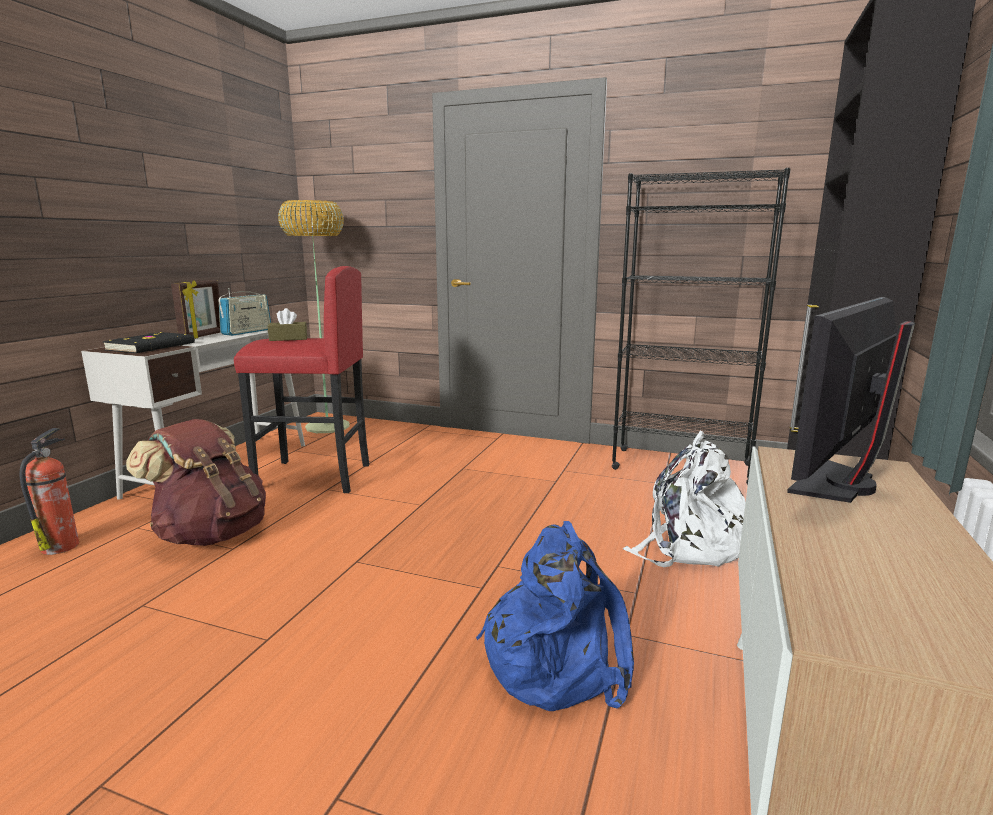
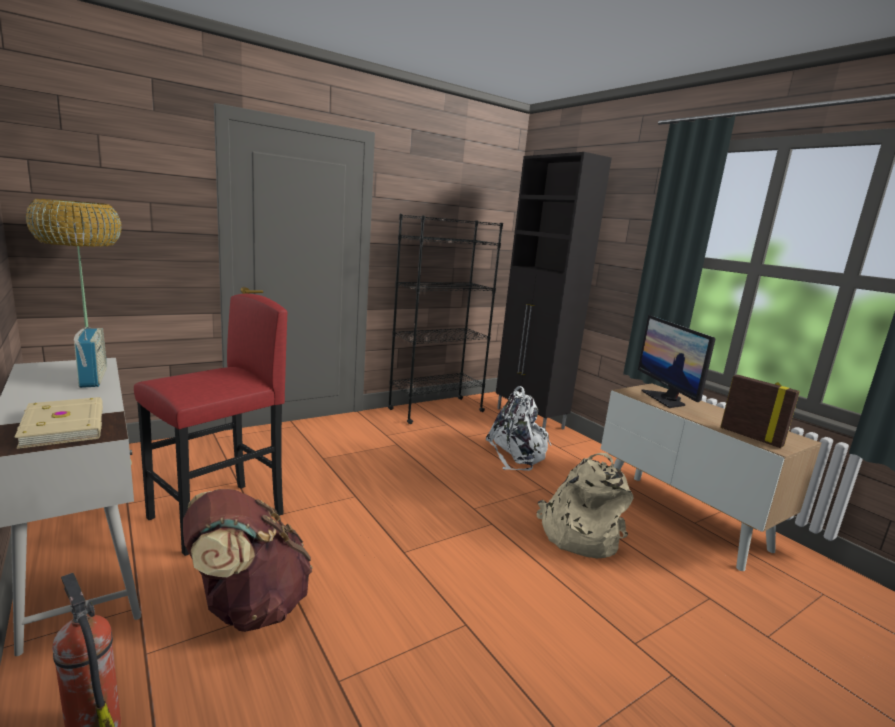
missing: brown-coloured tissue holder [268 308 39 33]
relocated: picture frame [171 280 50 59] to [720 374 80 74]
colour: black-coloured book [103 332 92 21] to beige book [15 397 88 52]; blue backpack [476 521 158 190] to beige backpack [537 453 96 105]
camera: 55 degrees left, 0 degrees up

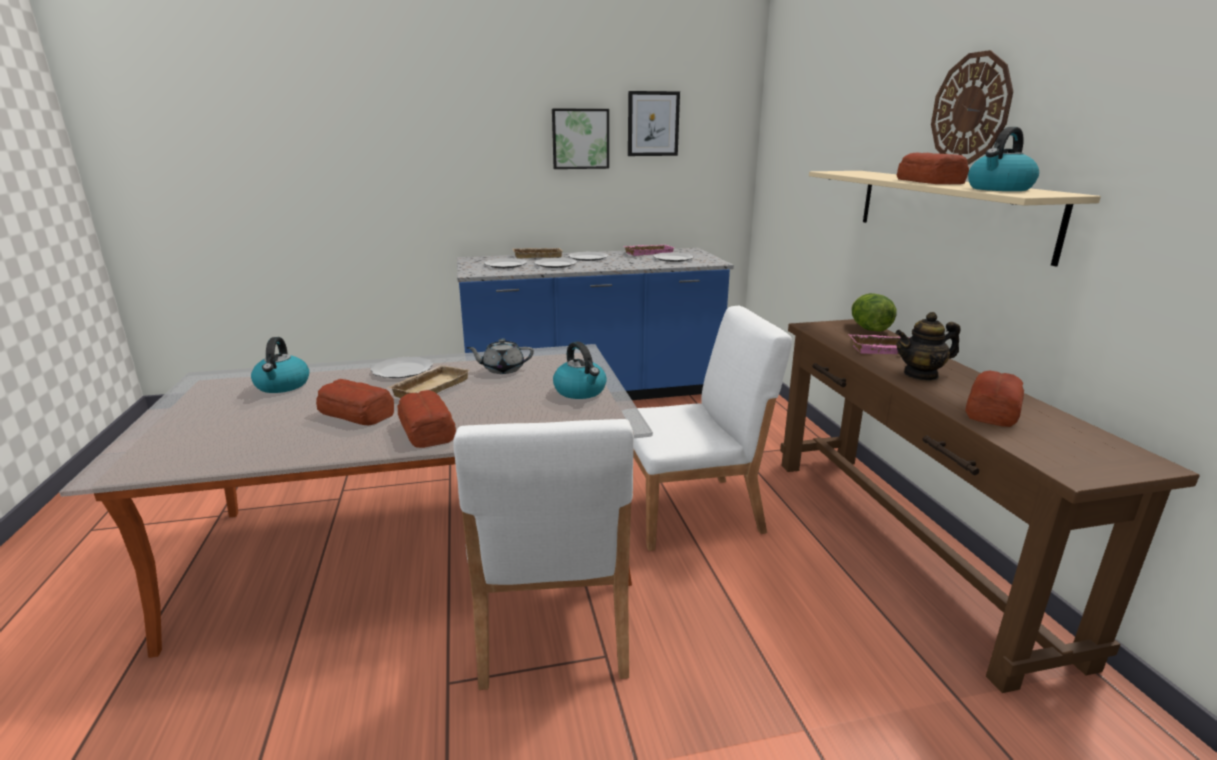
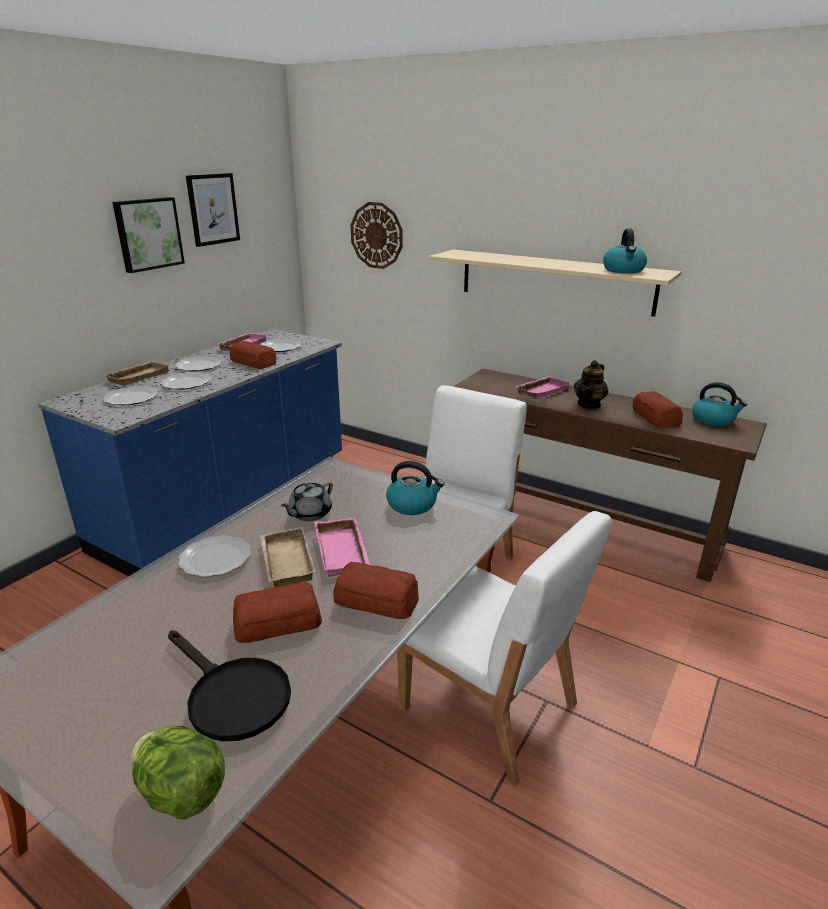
appeared: black-coloured frying pan [168 630 123 111]; pinkish serving tray [314 517 56 60]
relocated: kettle [251 337 58 56] to [692 382 55 45]; lettuce [851 293 45 39] to [131 726 94 94]; baked bread [897 152 72 32] to [230 341 46 28]; hanging clock [931 50 82 114] to [351 202 52 67]
camera: 45 degrees left, 5 degrees up

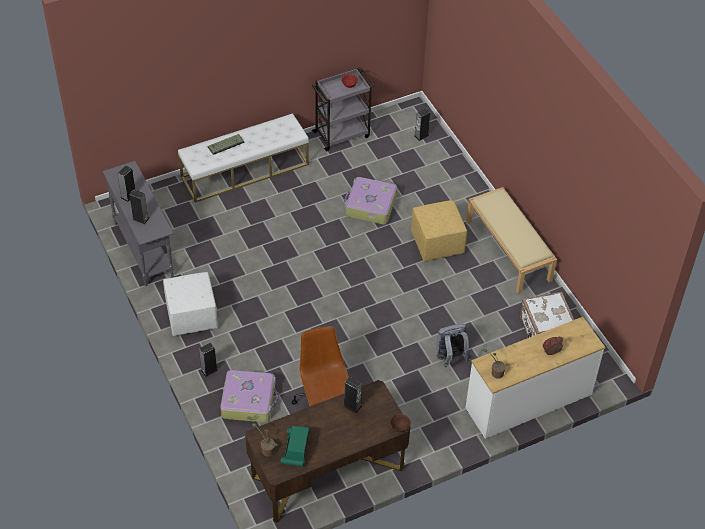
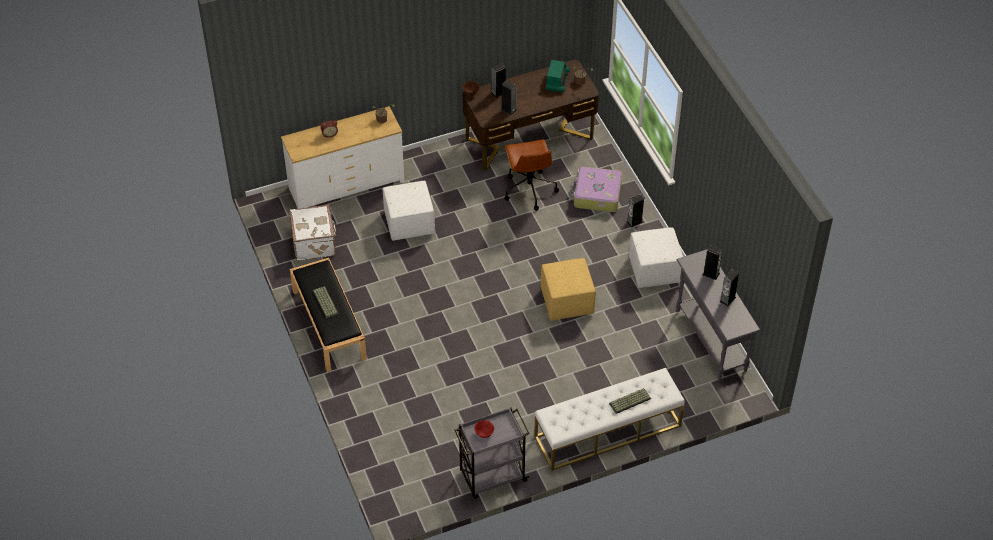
missing: travel case [344 177 53 47]
appeared: keyboard [313 286 26 32]
relocated: yellow-coloured pouffe [411 200 56 61] to [541 258 55 63]; audio speaker [414 108 16 33] to [490 63 16 35]
exchanged: grey backpack [436 324 35 43] to white-coloured pouffe [383 181 52 60]
colour: beige indoor bench [466 187 91 107] to black-coloured indoor bench [290 258 77 114]
camera: 175 degrees left, 0 degrees up

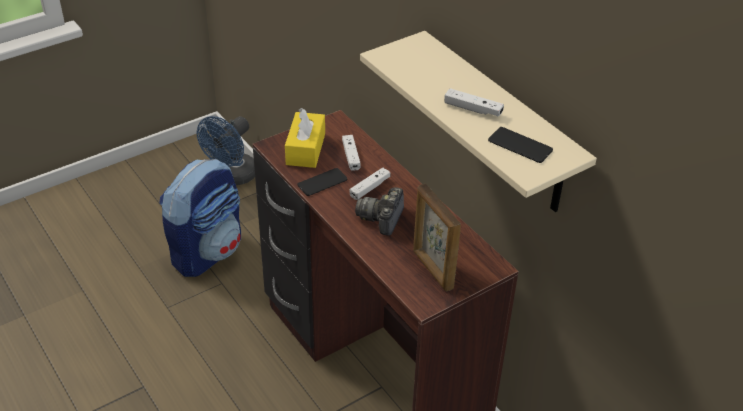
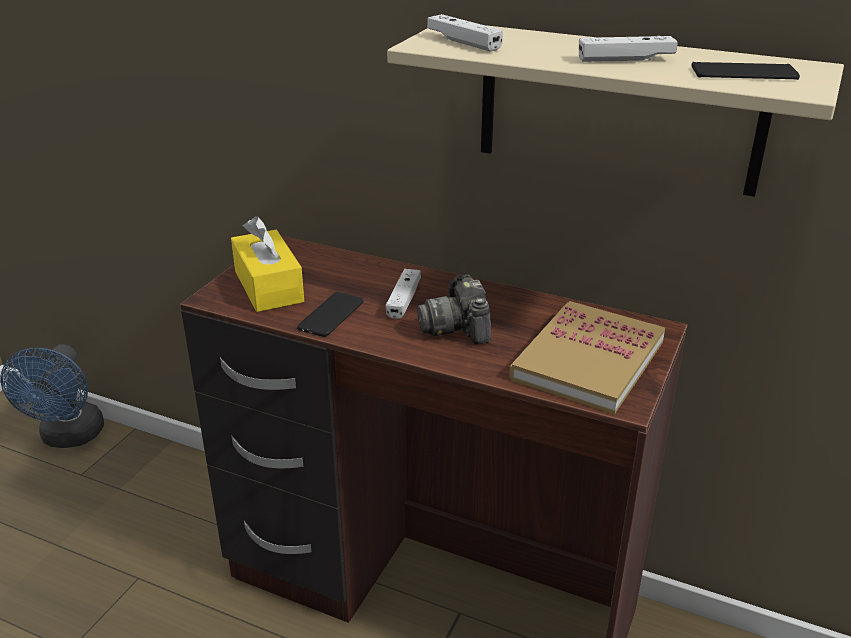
missing: backpack [159 159 82 118]
relocated: white-coloured gamepad [342 135 19 36] to [427 14 76 38]
exchanged: picture frame [413 183 48 108] to book [509 301 156 114]
camera: 30 degrees left, 10 degrees down

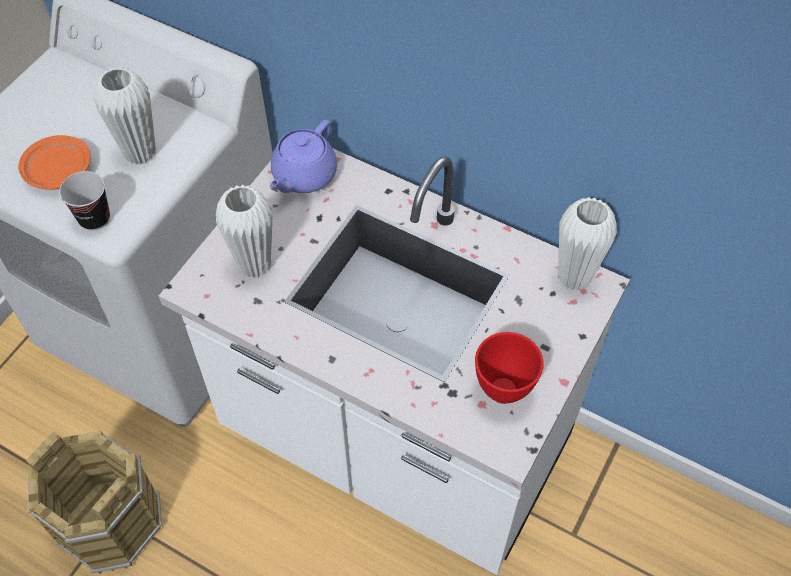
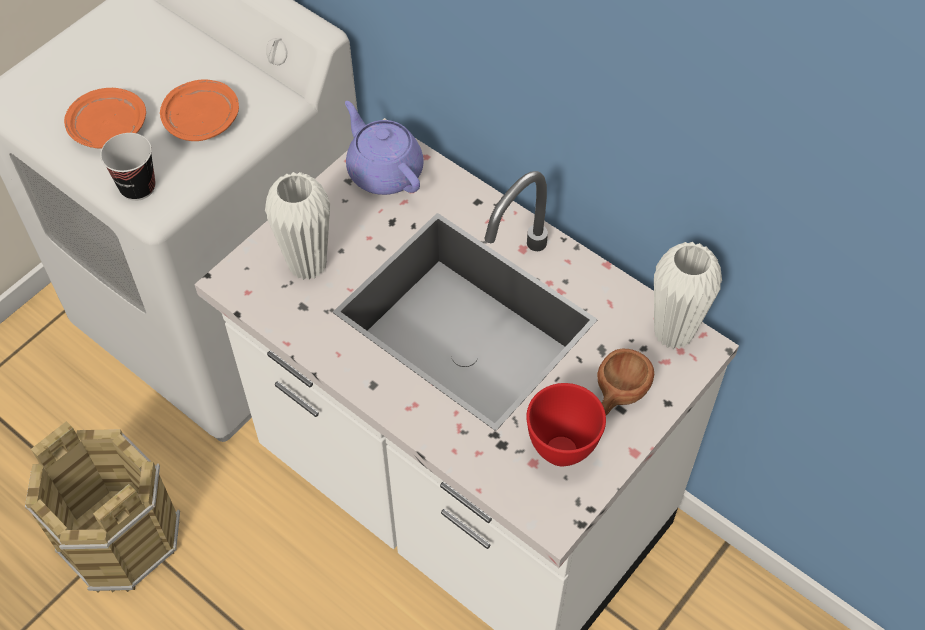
appeared: brown-coloured small cup [597 349 57 66]
exchanged: white-coloured decorative vase [94 67 62 97] to orangey dinner plate [160 79 79 62]
spun: purplish tea pot [270 120 67 73] = [345 101 79 94] 105 degrees clockwise
camera: 10 degrees right, 0 degrees up

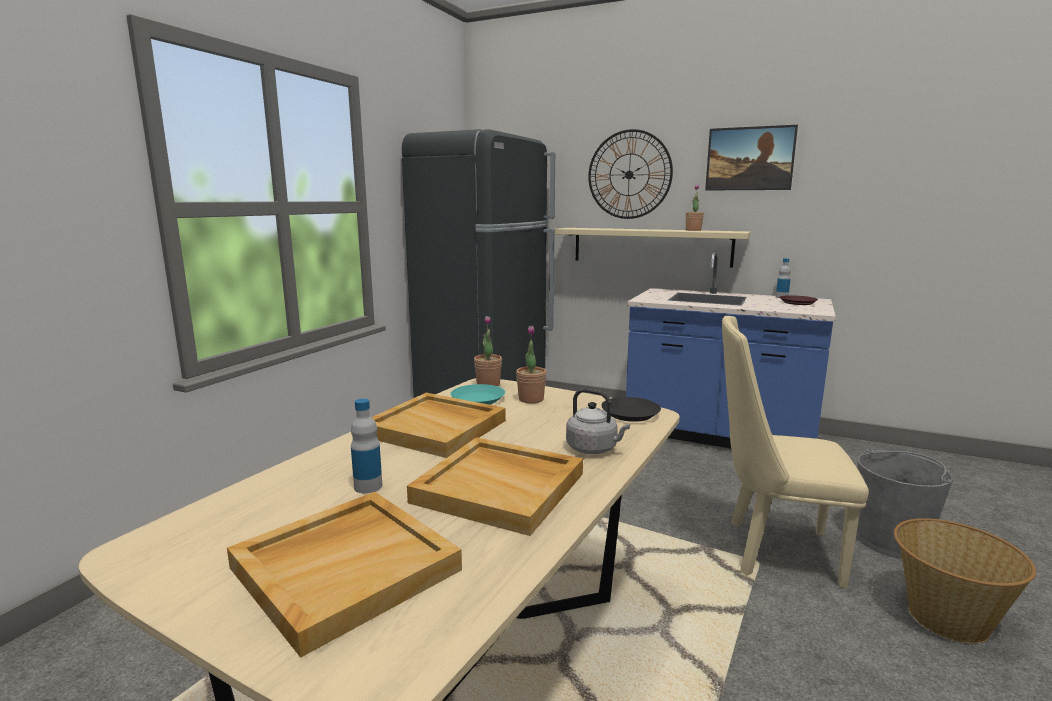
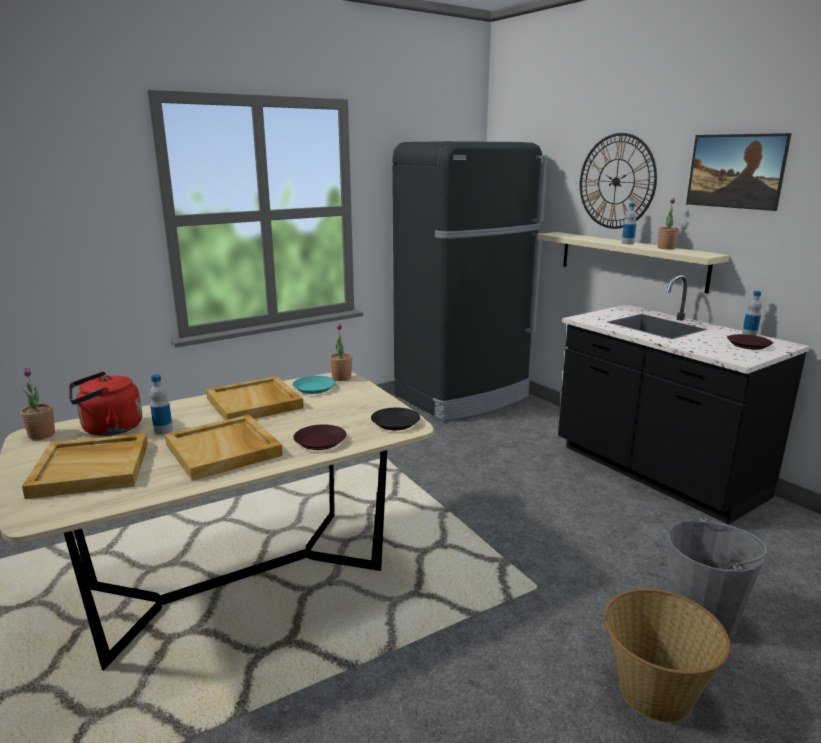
missing: beige upright chair [722 316 147 272]
appeared: red-coloured kettle [69 372 73 64]; drink bottle [622 203 15 41]
relocated: potted plant [516 325 31 78] to [20 368 35 72]
exchanged: grey kettle [566 388 64 66] to brown-coloured dinner plate [293 424 53 26]
colour: blue counter [626 252 210 196] to black-coloured counter [558 275 252 250]
camera: 30 degrees right, 5 degrees up

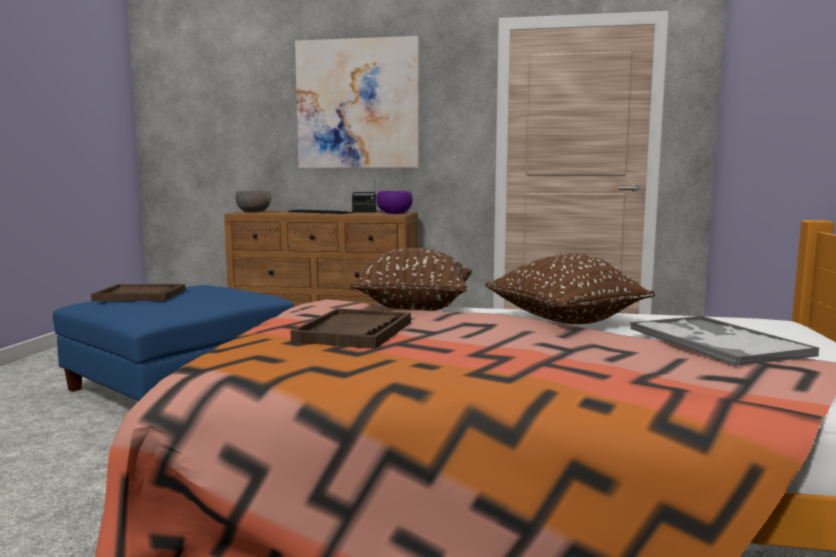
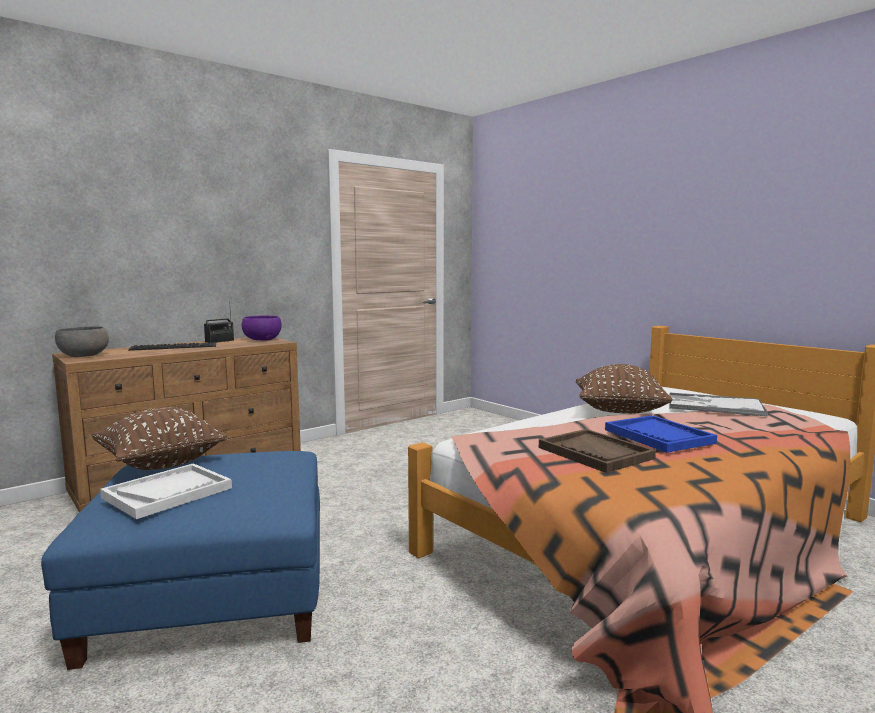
missing: wall art [295 36 124 132]
appeared: blue serving tray [605 415 112 38]
relocated: brown-coloured cushion [350 248 122 63] to [92 407 135 63]
colour: brown-coloured serving tray [91 284 94 17] to white-coloured serving tray [100 463 132 56]
camera: 50 degrees left, 0 degrees up

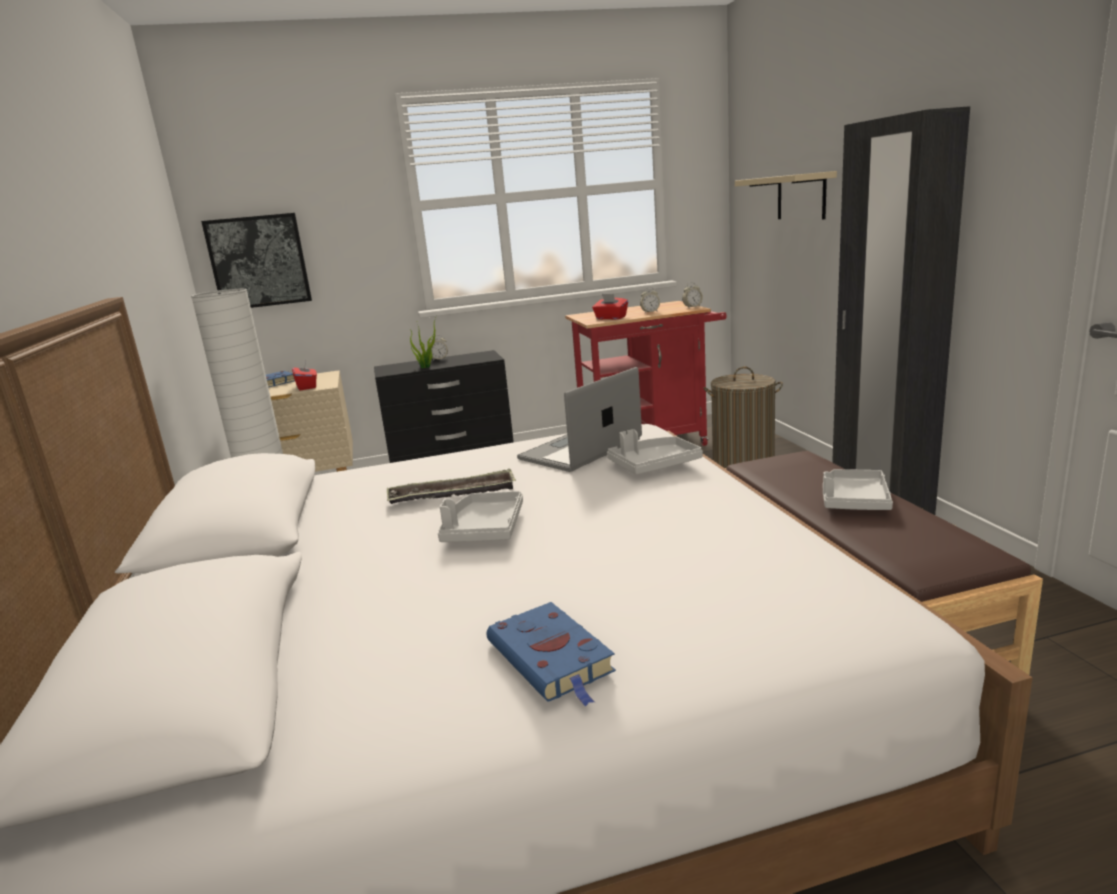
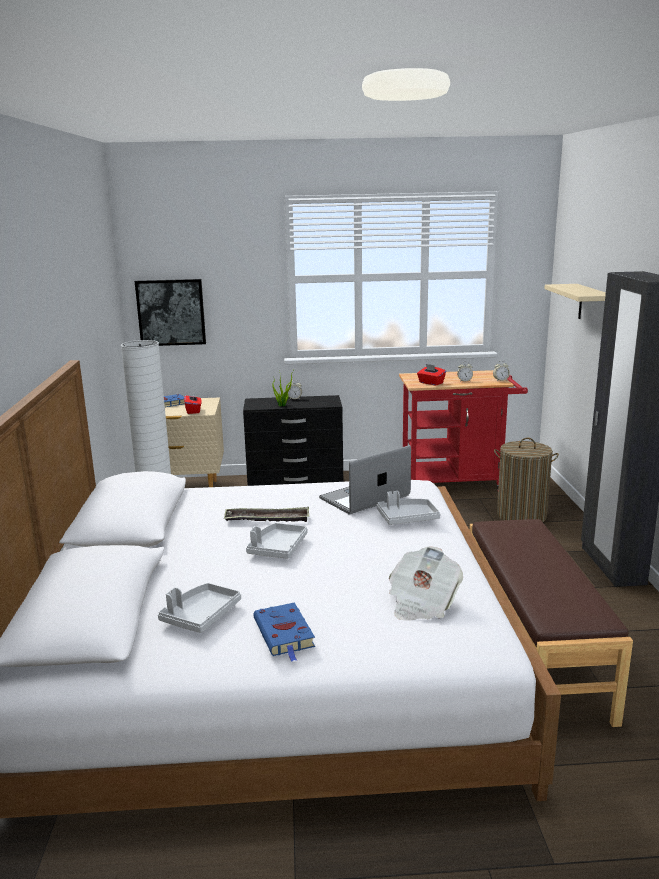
appeared: newspaper [389 546 74 75]
relocated: grey serving tray [823 469 70 41] to [158 583 83 50]
camera: 10 degrees right, 0 degrees up

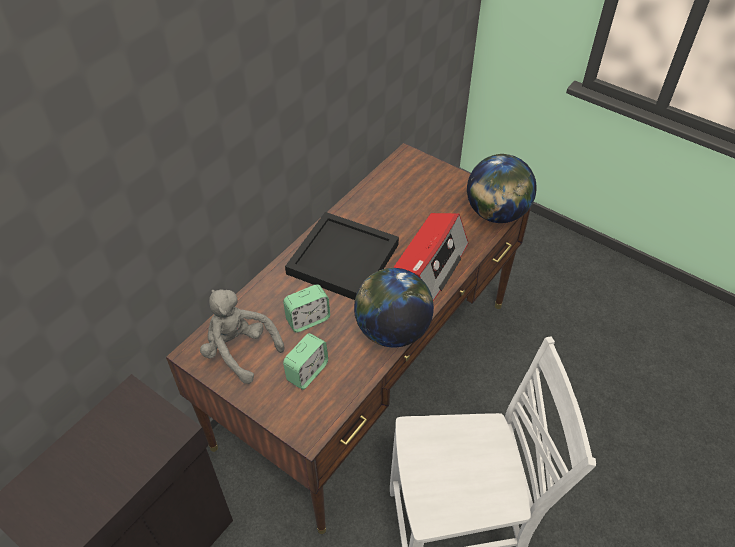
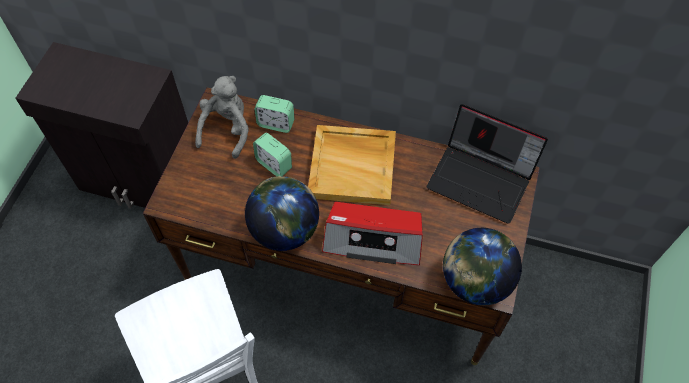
appeared: laptop [427 104 121 120]
relocated: alarm clock [283 333 45 57] to [254 95 41 38]
colour: black-coloured serving tray [285 212 114 88] to beige serving tray [308 125 88 80]
camera: 70 degrees right, 10 degrees up

